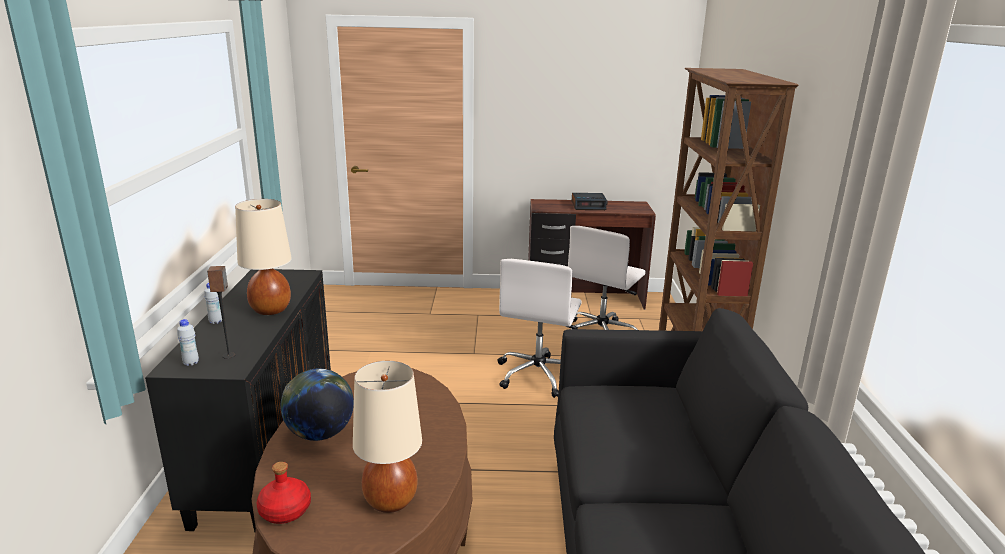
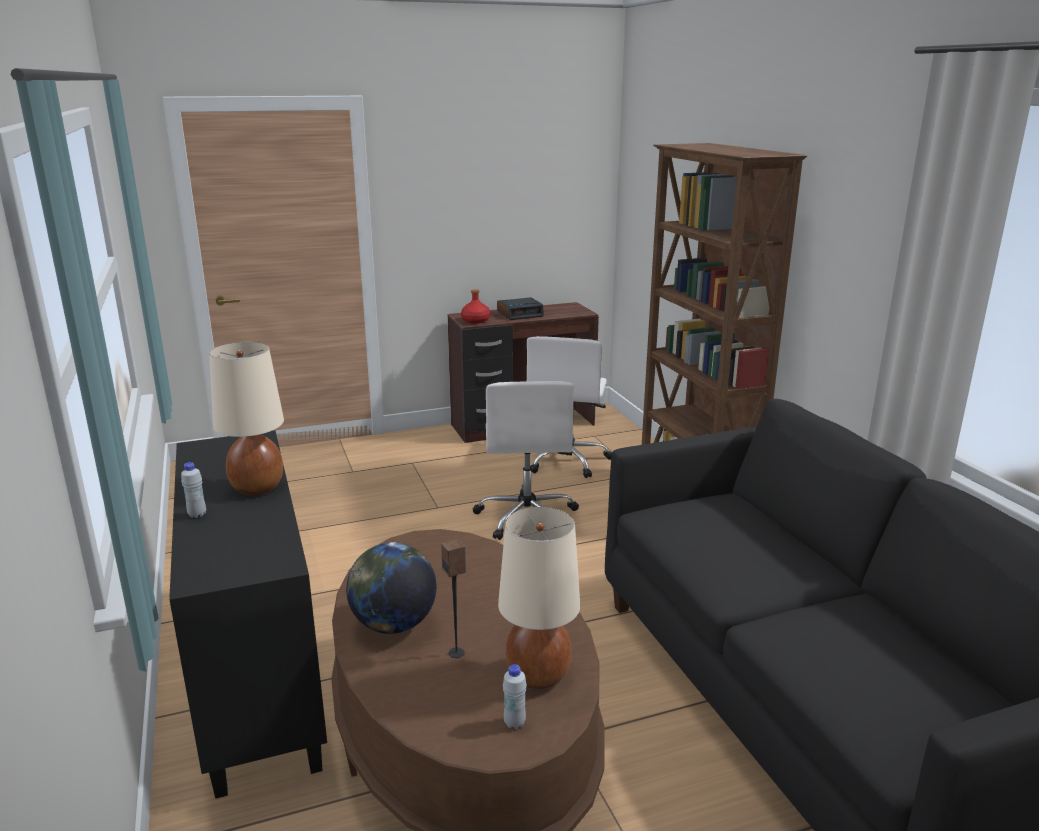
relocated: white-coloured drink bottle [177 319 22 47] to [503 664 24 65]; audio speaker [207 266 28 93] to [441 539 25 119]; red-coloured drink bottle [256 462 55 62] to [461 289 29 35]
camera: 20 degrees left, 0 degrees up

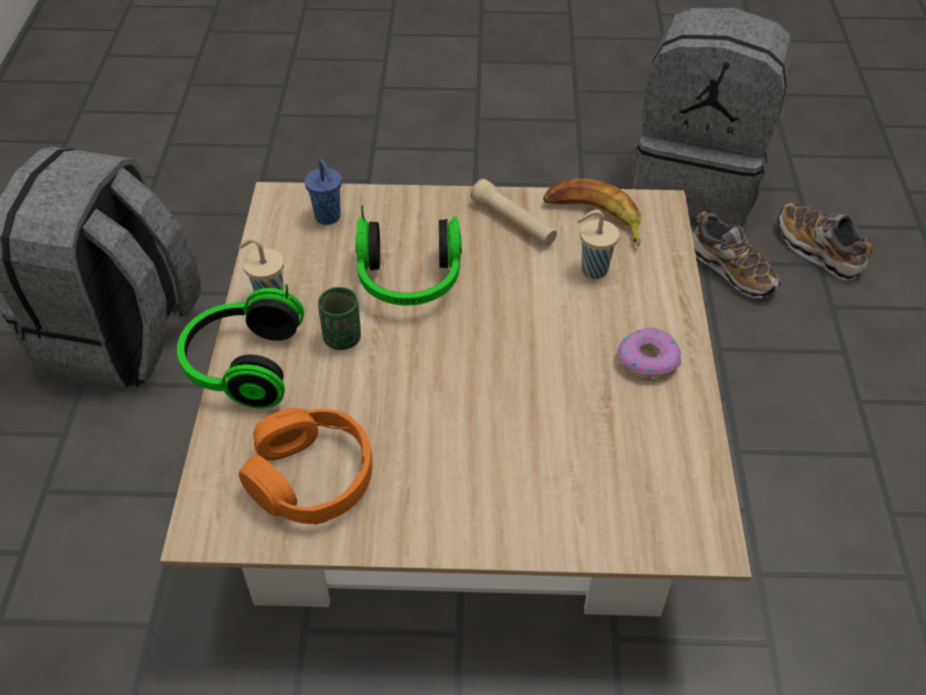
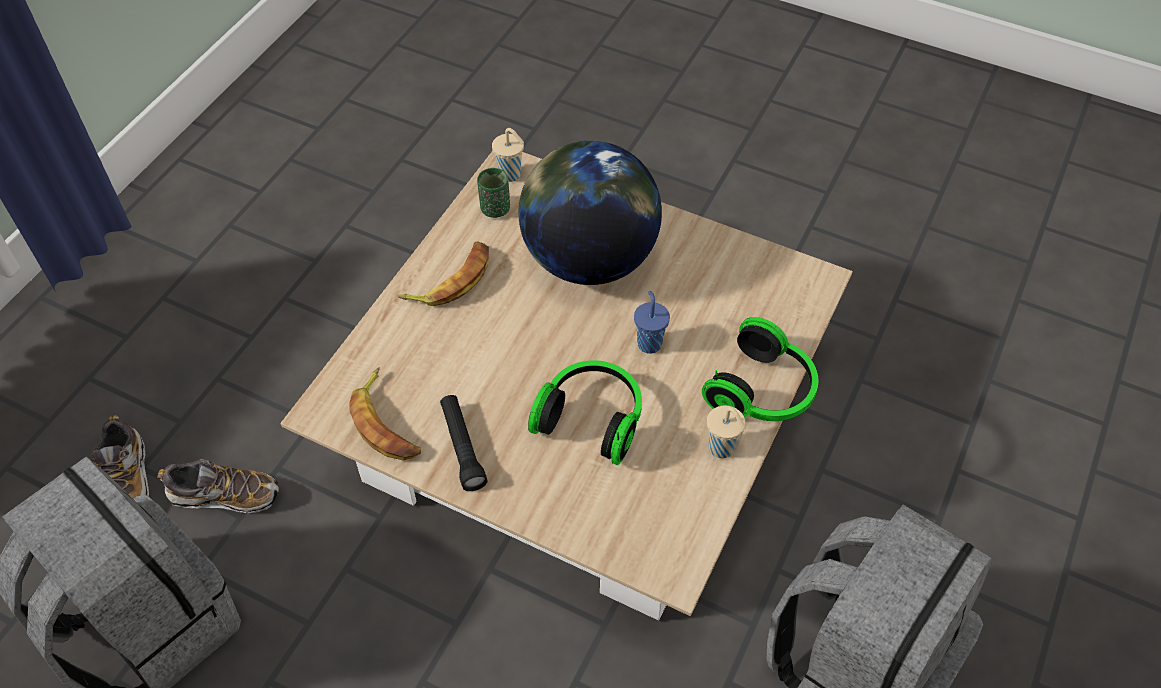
missing: orangey headset [239 408 133 117]
appeared: desk globe [519 141 143 144]
relocated: blue small cup [304 159 38 66] to [634 291 36 63]; greenish small cup [318 287 43 63] to [477 168 33 50]; beige small cup [577 210 43 69] to [492 128 32 54]
exchanged: doughnut [617 328 64 52] to banana fruit [397 242 92 64]
colour: beige hand torch [470 179 87 67] to black-coloured hand torch [440 395 48 96]
spun: low shoe [692 211 88 88] = [157 459 122 54] 105 degrees clockwise
camera: 155 degrees left, 5 degrees up

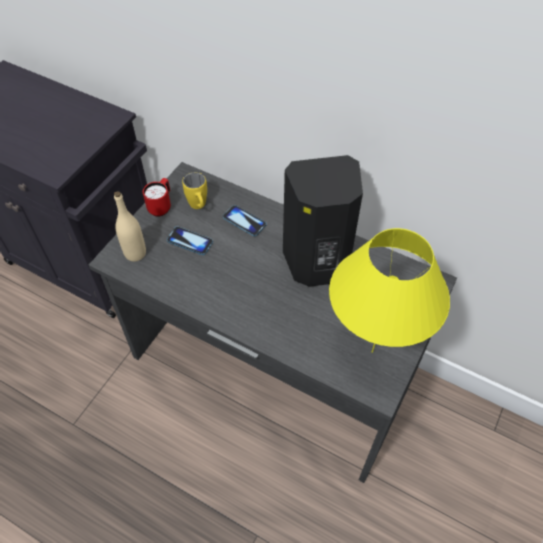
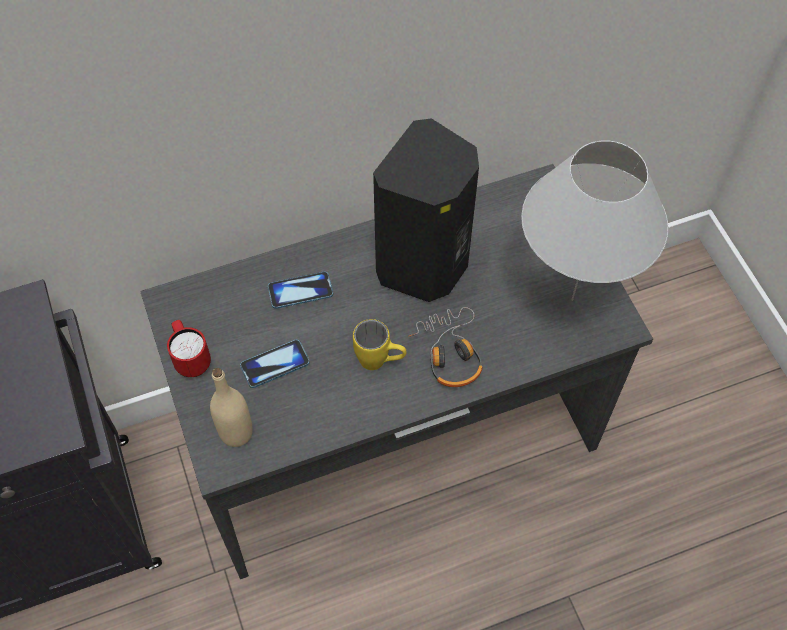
appeared: headset [408 307 75 80]
relocated: yellow-coloured tea mug [182 172 25 37] to [353 319 54 51]
colour: yellow-coloured lamp for a table [329 228 121 125] to white-coloured lamp for a table [521 140 148 161]
camera: 50 degrees left, 5 degrees up

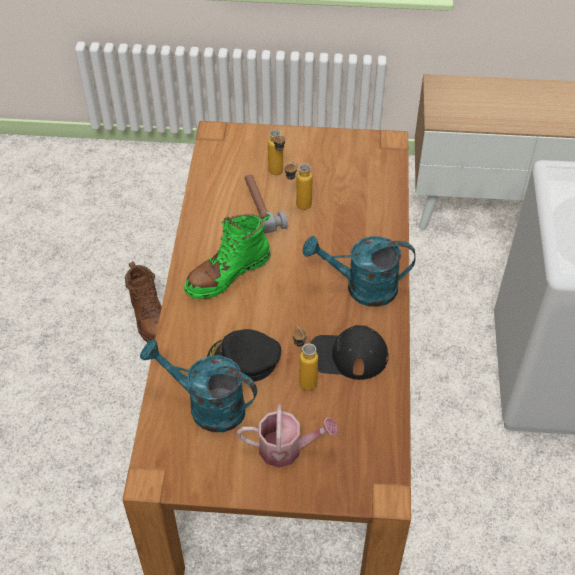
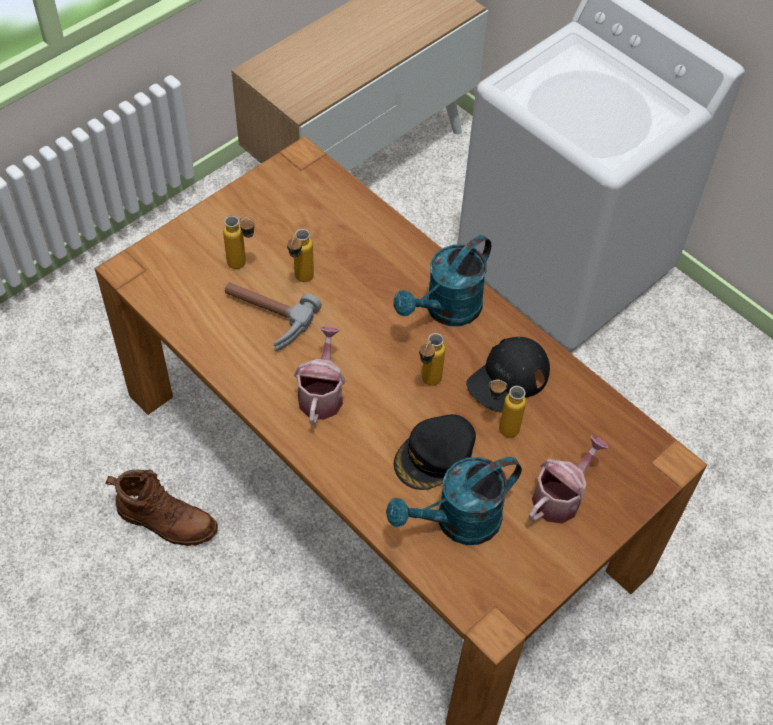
appeared: drink bottle [419 333 26 53]
exchanged: greenish tall boot [184 212 86 87] to sprinkling can [294 327 52 98]
camera: 50 degrees left, 5 degrees up

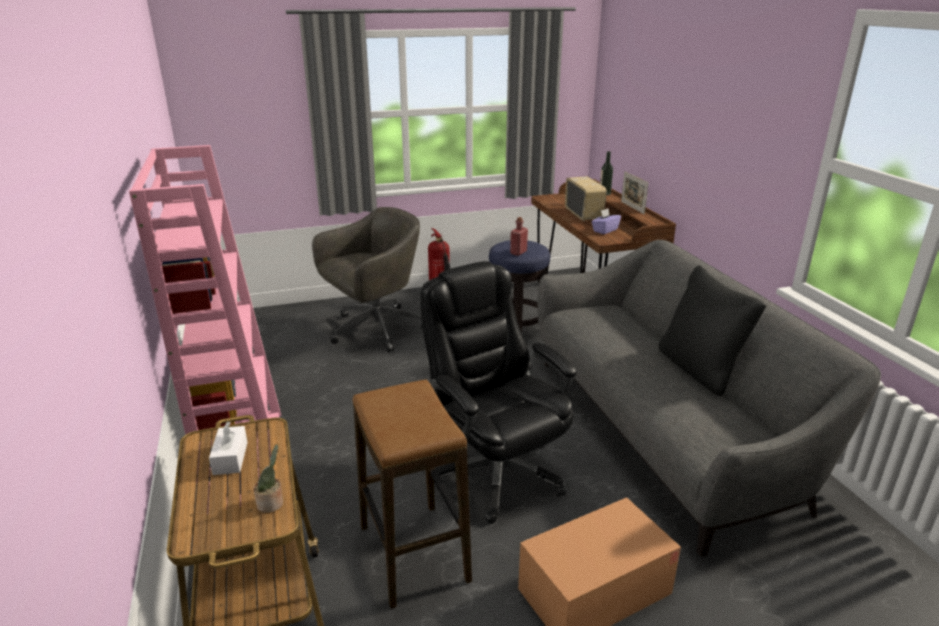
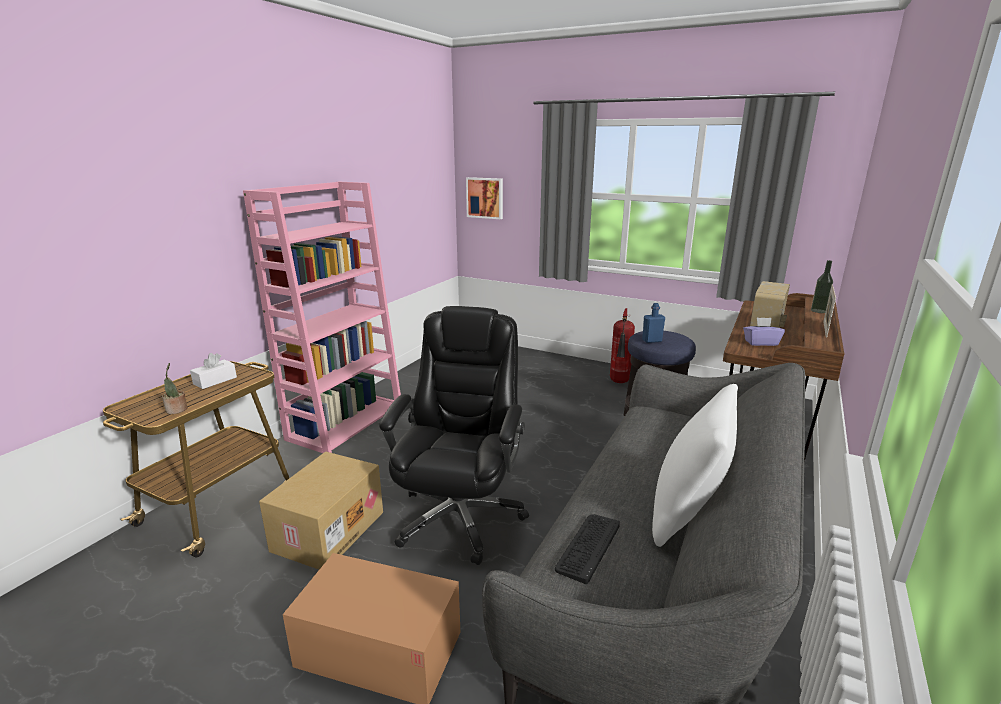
missing: grey desk chair [312 207 111 145]
appeared: wall art [466 177 37 42]; keyboard [555 514 65 70]
exchanged: stool [352 379 120 230] to packing box [259 452 124 118]
colour: red-coloured drink bottle [510 217 18 39] to blue drink bottle [642 303 23 40]; black-coloured cushion [659 265 107 131] to white-coloured cushion [652 384 86 163]
camera: 45 degrees right, 5 degrees down

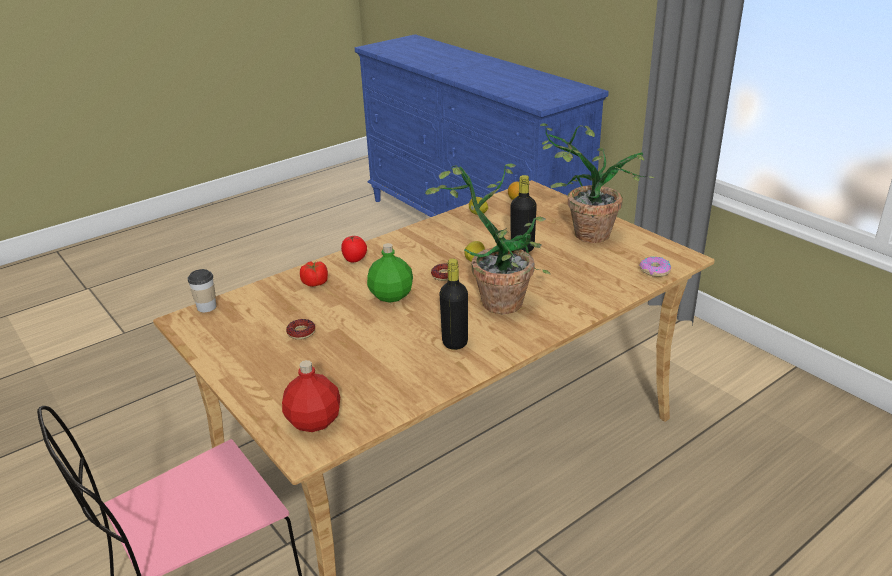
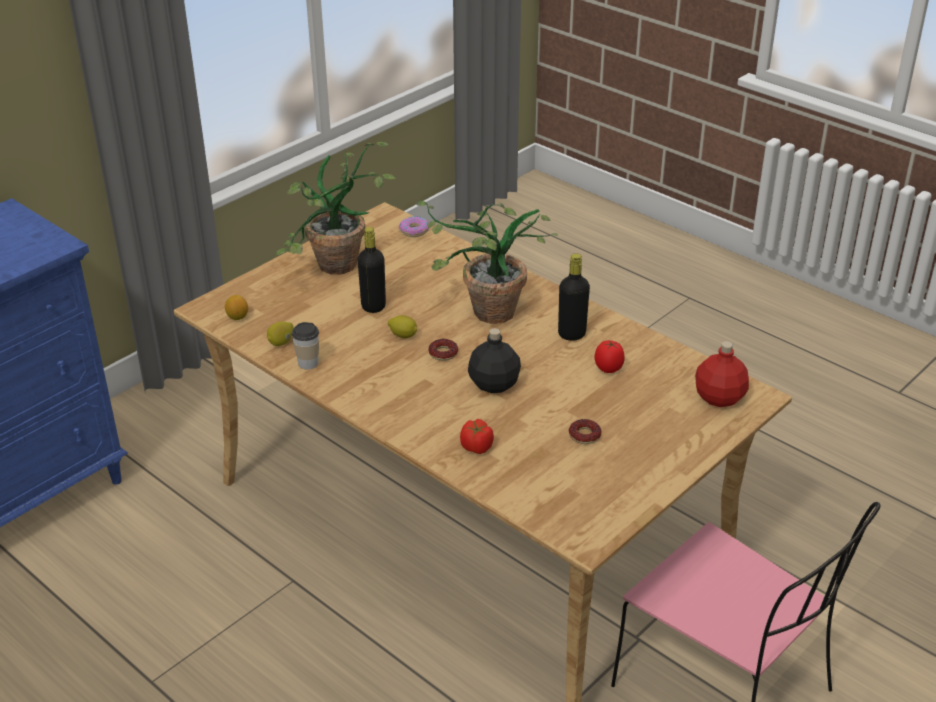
relocated: small cup [188 269 28 43] to [292 322 27 48]; whole tomato [341 236 26 27] to [595 340 30 33]
colour: greenish drink bottle [367 243 46 60] to black-coloured drink bottle [468 328 53 65]
camera: 100 degrees left, 5 degrees up

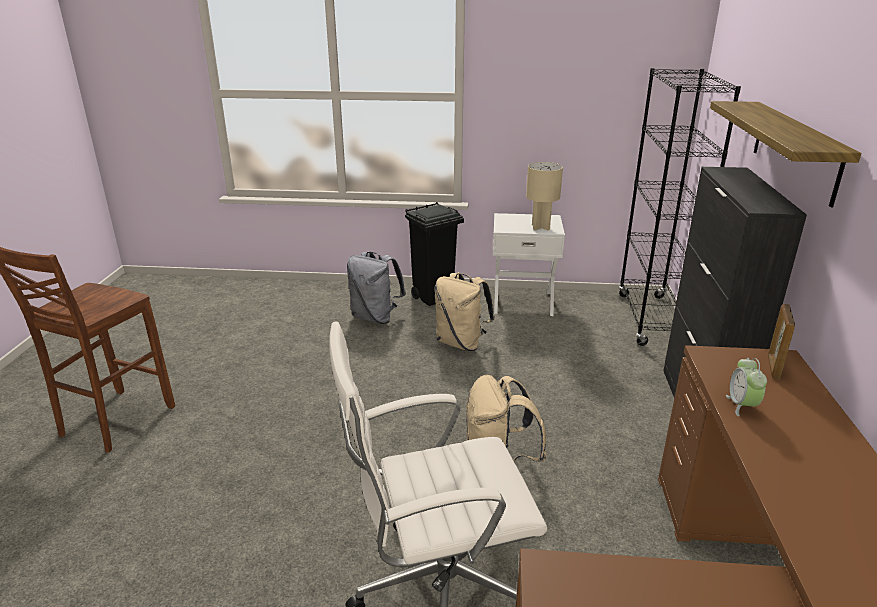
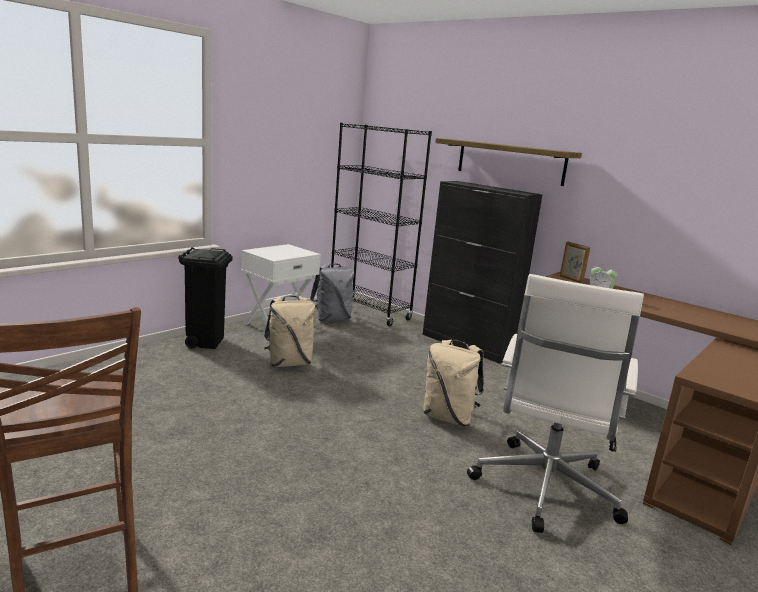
missing: beige lamp for a table [526 162 37 68]
relocated: grey backpack [347 251 59 73] to [310 263 44 58]
camera: 55 degrees left, 10 degrees down

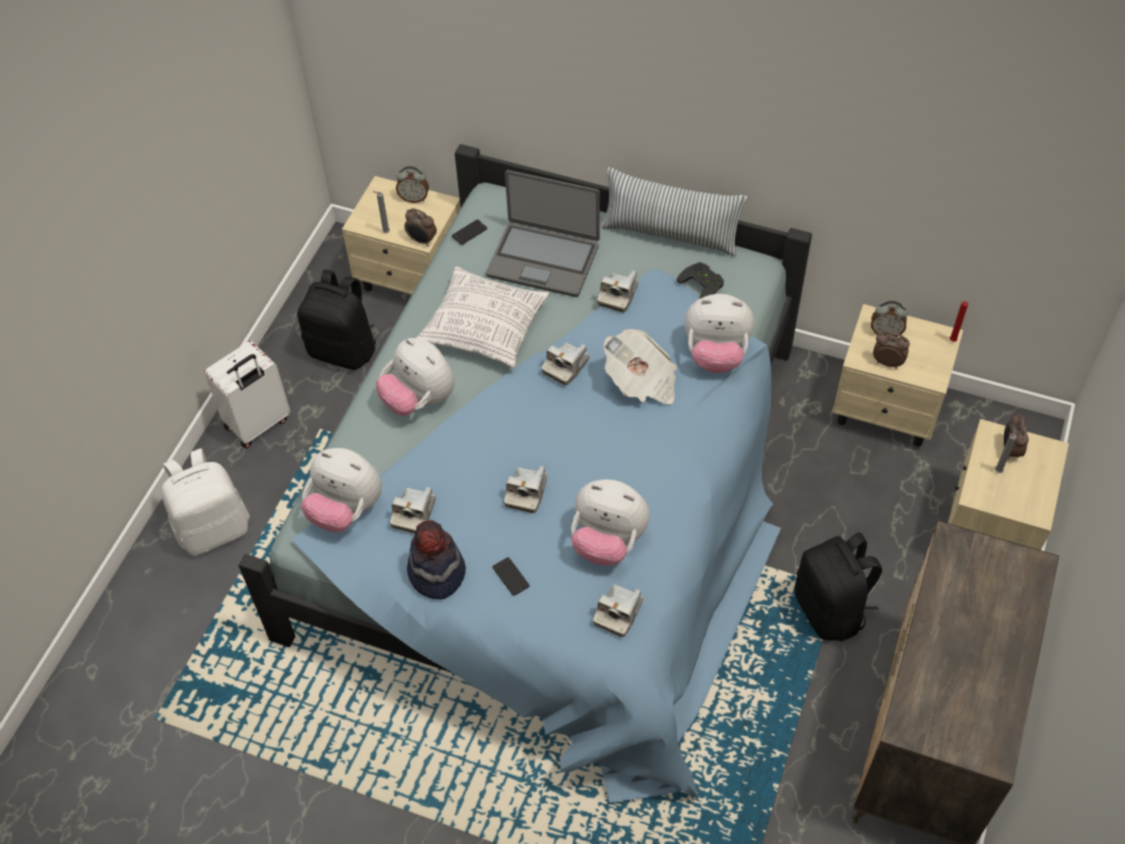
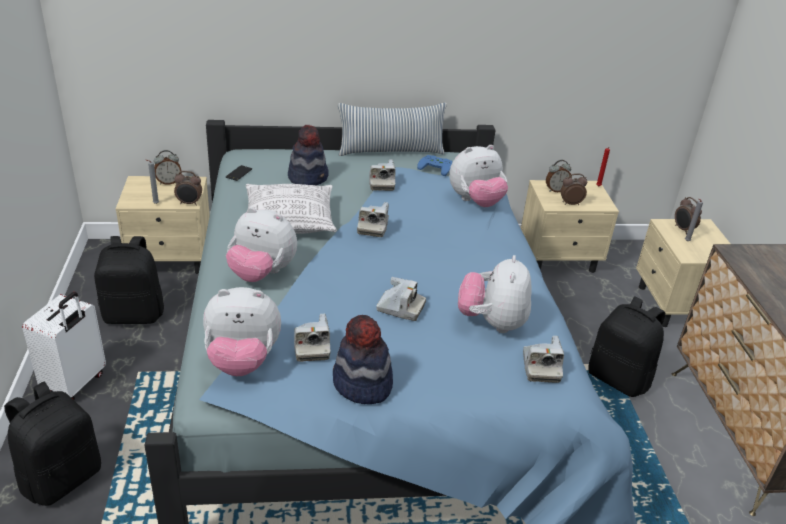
missing: handset [492 557 38 39]; newspaper [604 329 73 76]
exchanged: laptop [486 170 114 127] to wearable hat [288 125 41 61]
colour: white-coloured backpack [162 448 88 108] to black-coloured backpack [4 382 97 124]; black-coloured gamepad [677 262 47 37] to blue gamepad [417 155 35 21]
spun: still camera [504 466 43 47] = [376 277 50 44] 60 degrees counterclockwise; cuddly toy [571 479 79 86] = [458 255 74 78] 105 degrees clockwise
camera: 30 degrees left, 20 degrees down

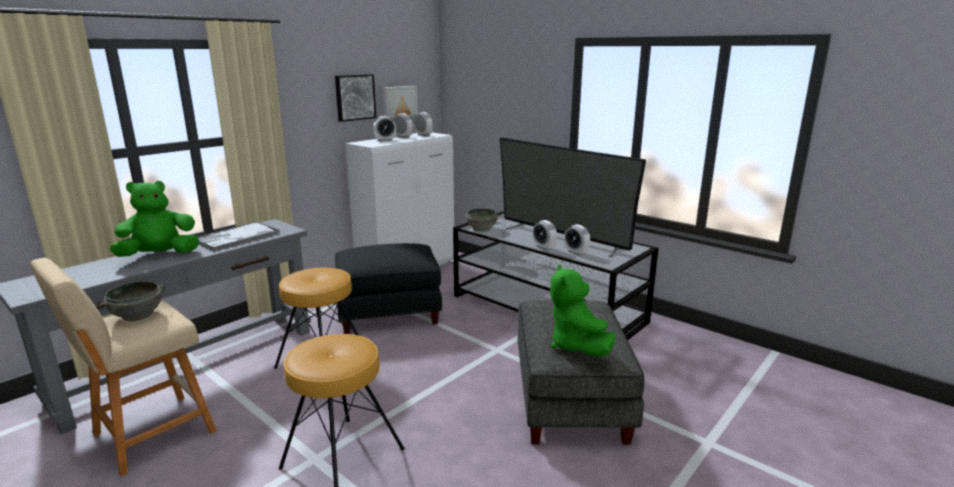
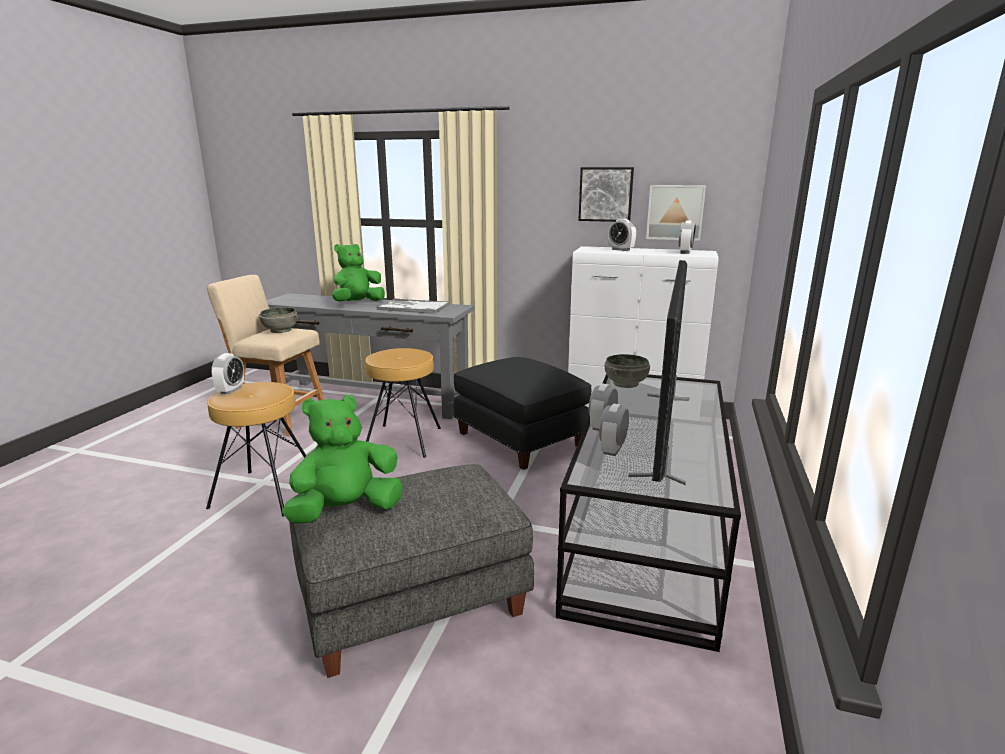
relocated: alarm clock [393 113 20 25] to [211 353 33 41]
spun: greenish cuddly toy [110 181 89 76] = [332 244 53 58] 75 degrees counterclockwise
camera: 65 degrees right, 0 degrees up

